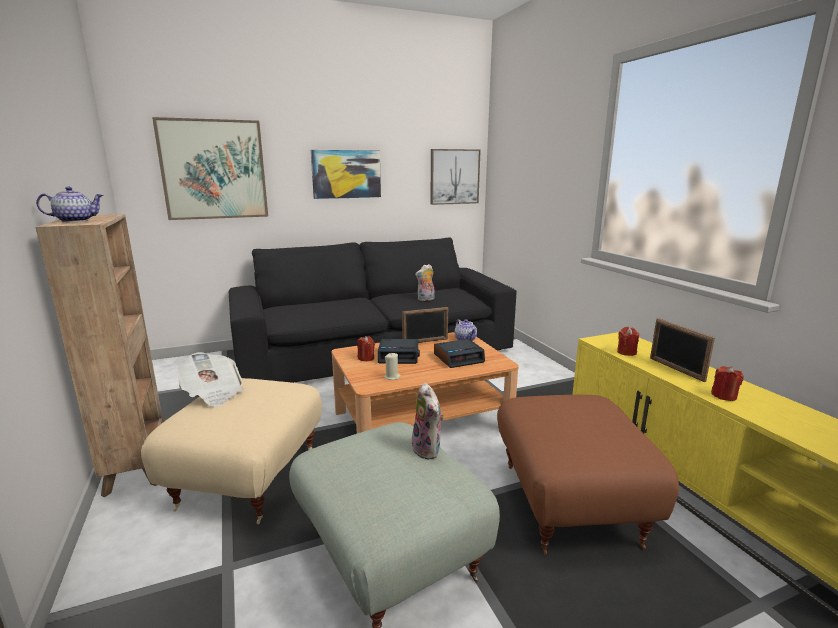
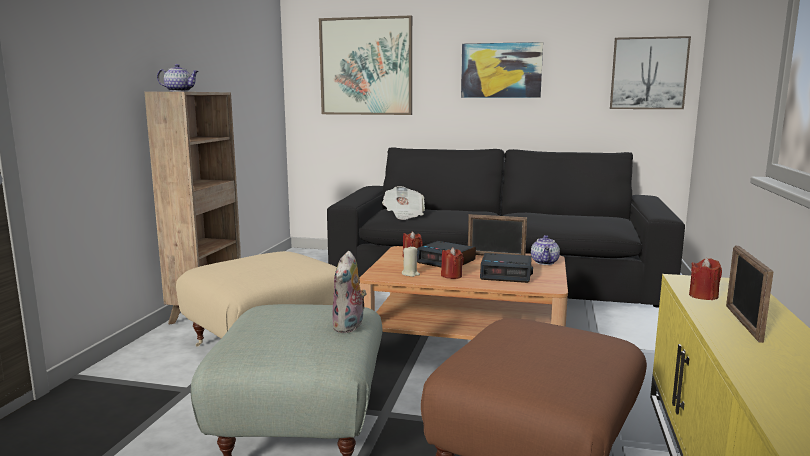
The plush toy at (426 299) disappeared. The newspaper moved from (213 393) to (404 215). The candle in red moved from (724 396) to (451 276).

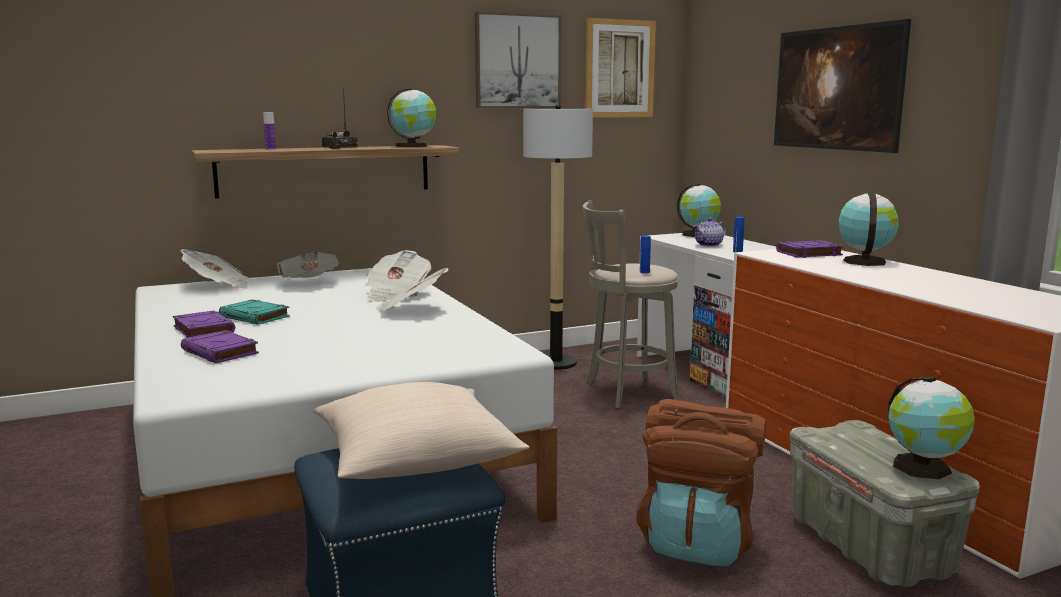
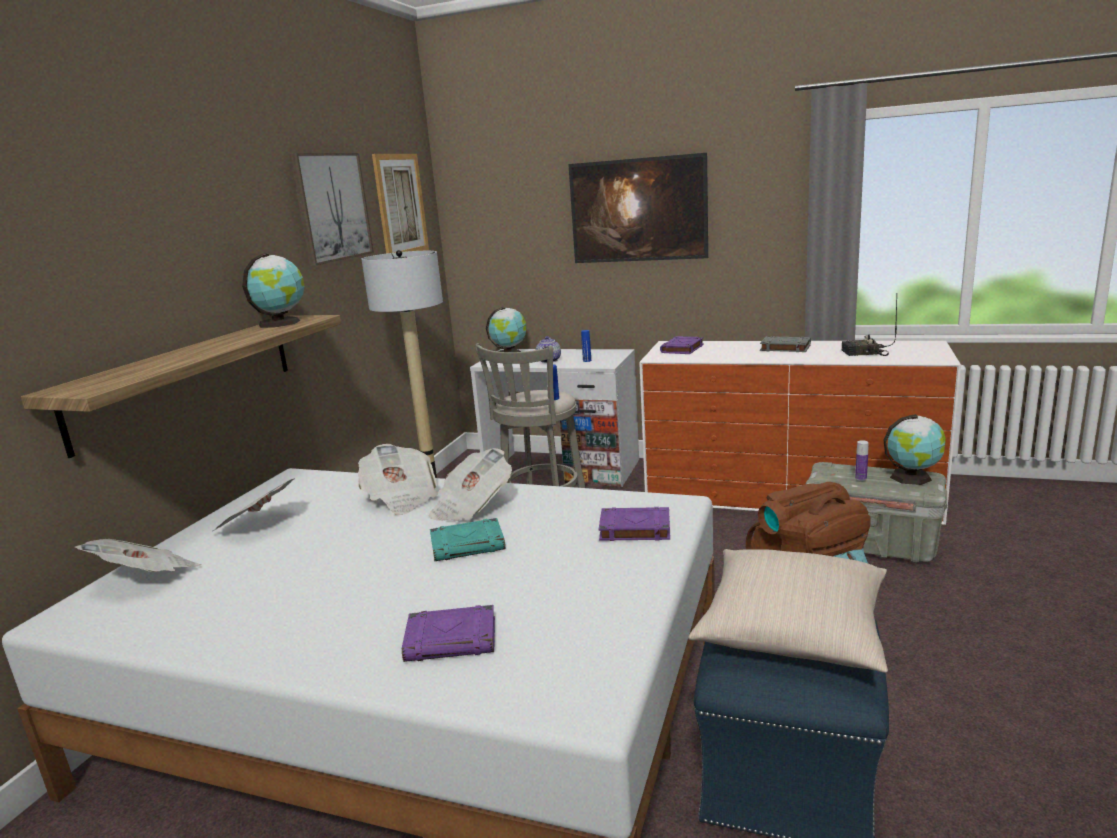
The globe at (864 261) disappeared. The book in grey at (784 348) appeared. The book in purple moved from (203 329) to (634 529). The book in turquoise moved from (255 317) to (468 545). The bottle moved from (270 149) to (860 478). The radio moved from (338 148) to (863 353).

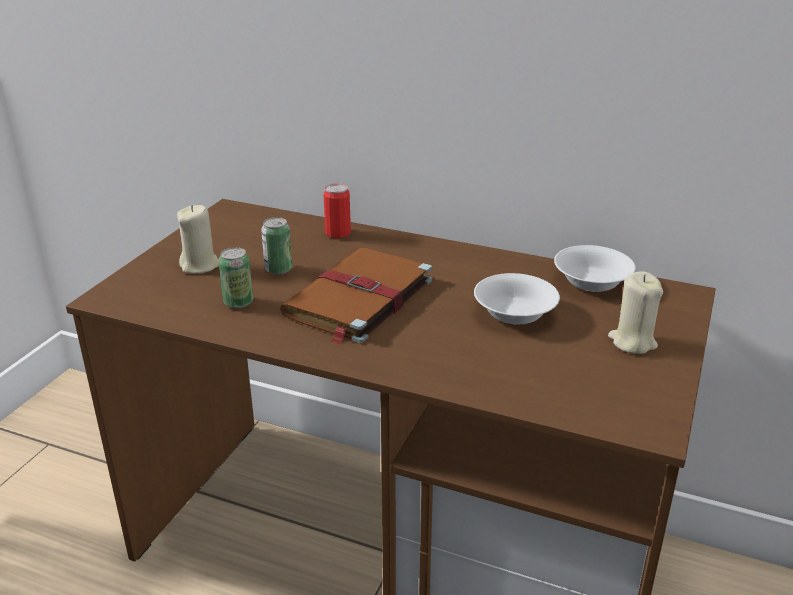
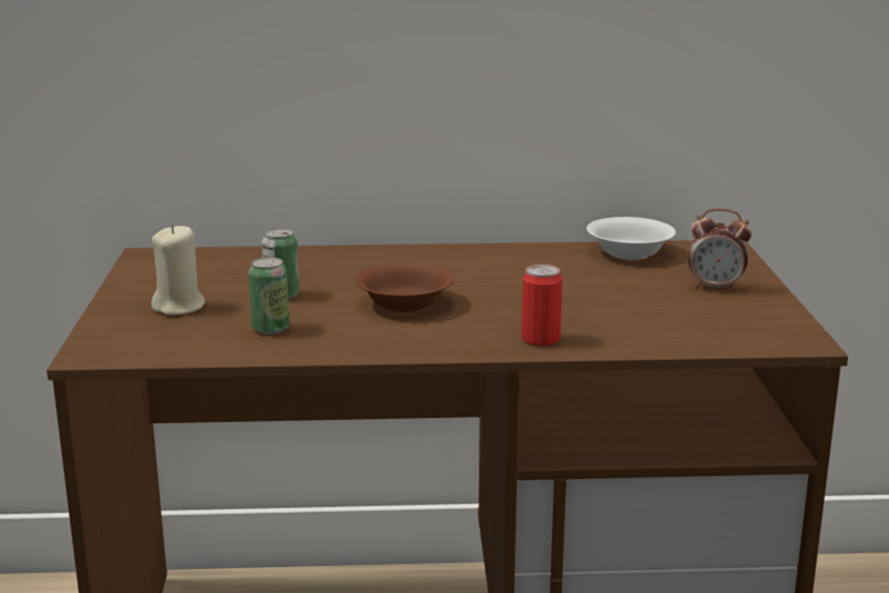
The bowl in white at (513 314) disappeared. The can moved from (338 233) to (540 339). The book in brown at (358 299) was replaced by the bowl in brown at (406 303). The candle in beige at (632 342) was replaced by the alarm clock at (715 288).

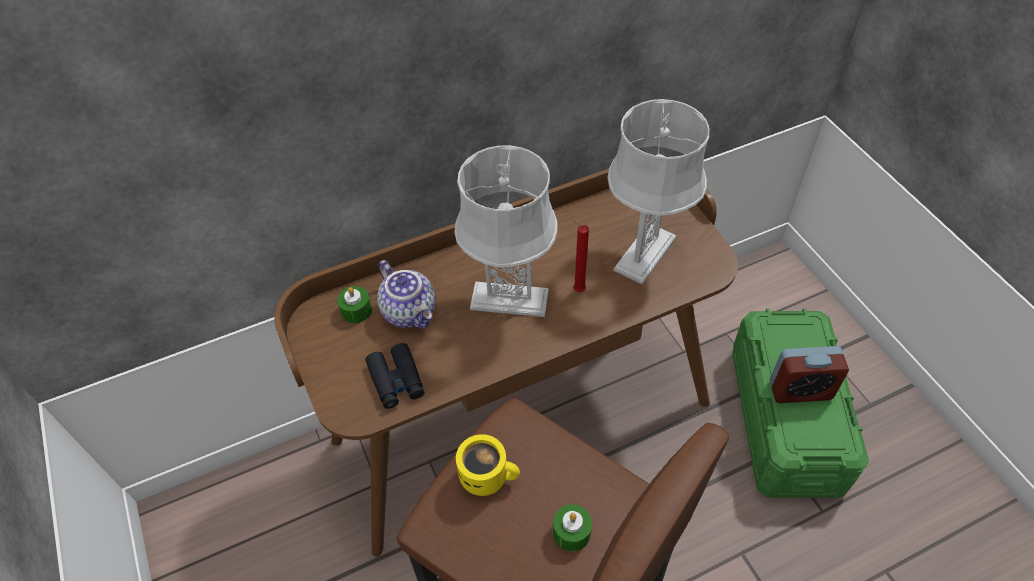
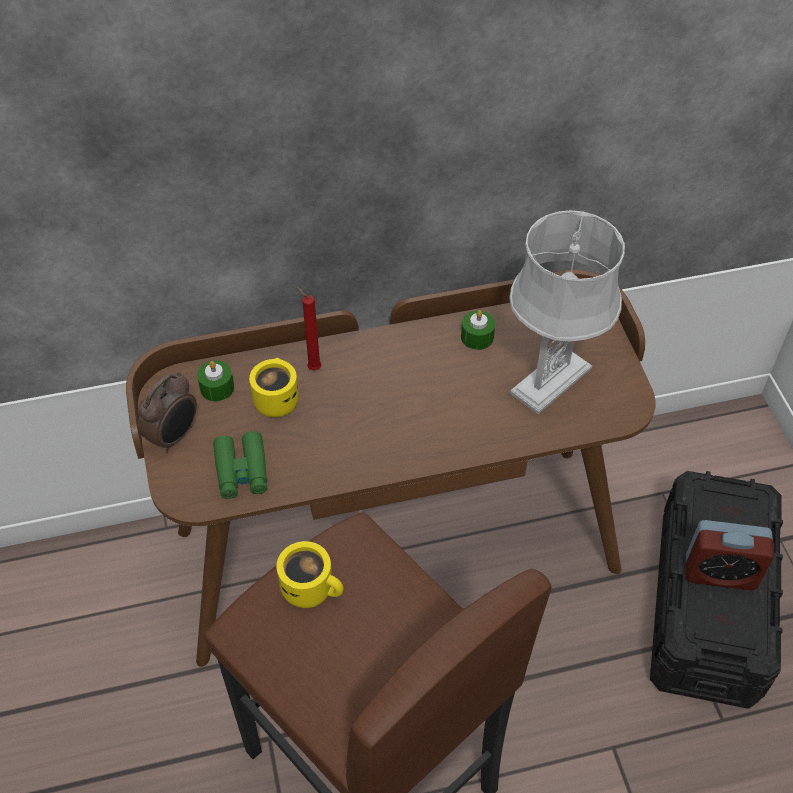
The table lamp in grey at (510 300) disappeared. The alarm clock at (174 436) appeared. The candle in green moved from (571 532) to (477 337). The candle in red moved from (577 290) to (312 367). The teapot at (410 311) was replaced by the mug in yellow at (274 399). The binoculars in black at (396 381) became the binoculars in green at (241 471). The storage box in green at (785 419) became the storage box in black at (707 606).

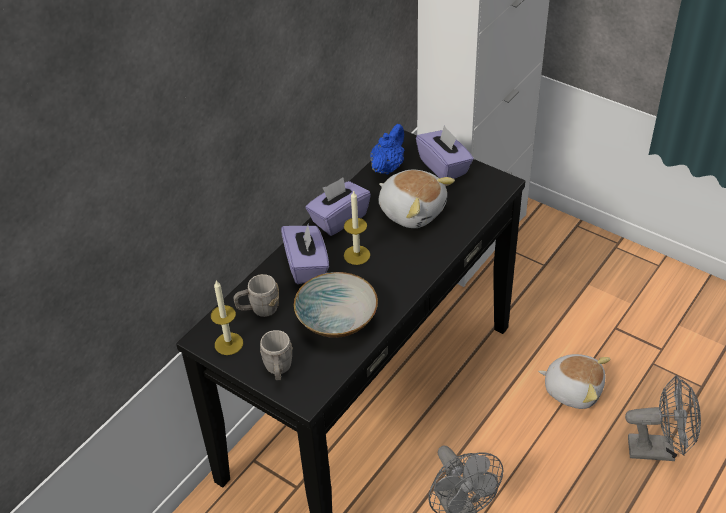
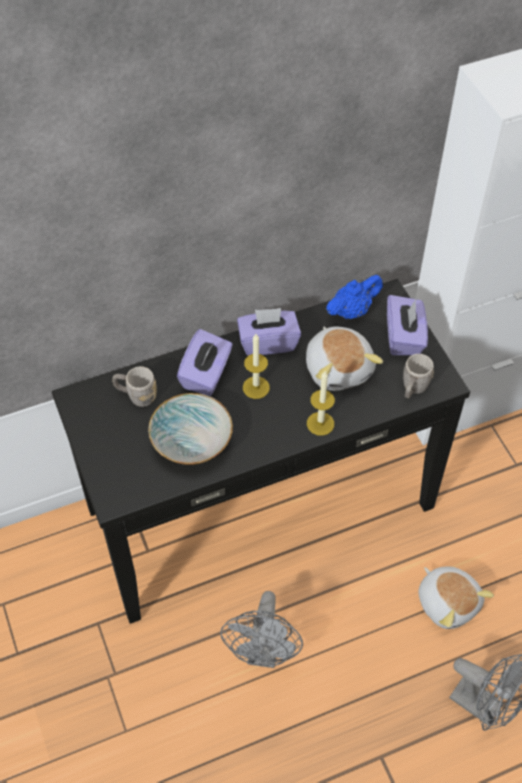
The candle moved from (228 343) to (320 423). The mug in grey moved from (278 370) to (413 389).

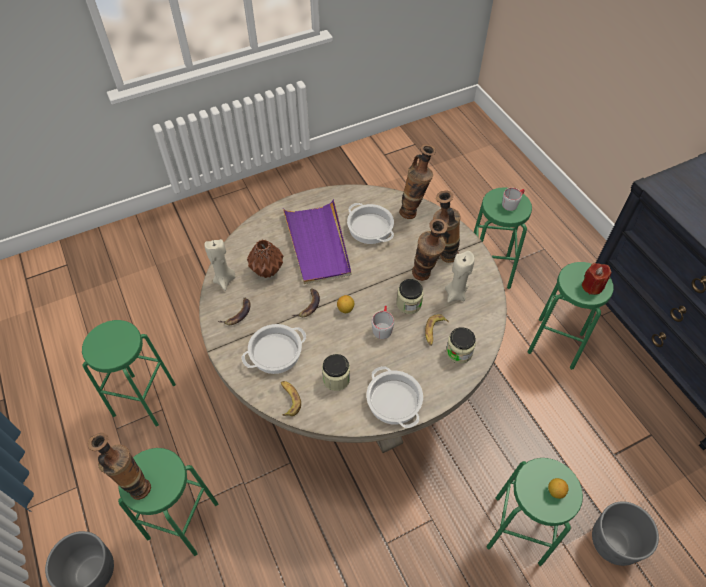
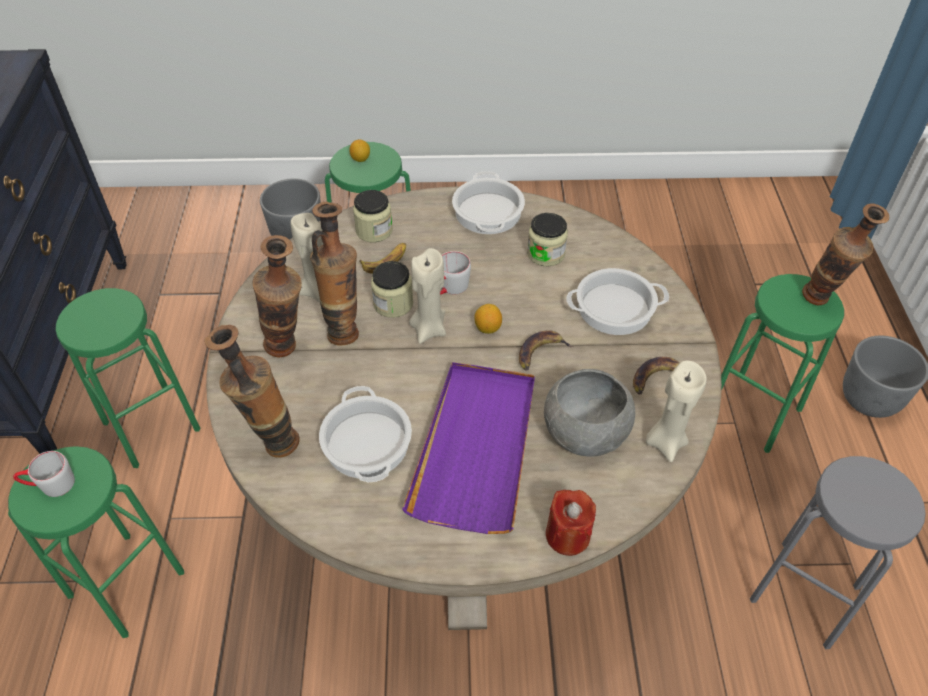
The banana at (288 399) disappeared. The candle in beige at (429 329) appeared. The candle in red moved from (592 286) to (567 535). The vase in brown at (267 270) was replaced by the bowl in grey at (586 433). The stool in green at (144 399) became the stool in grey at (805 593).

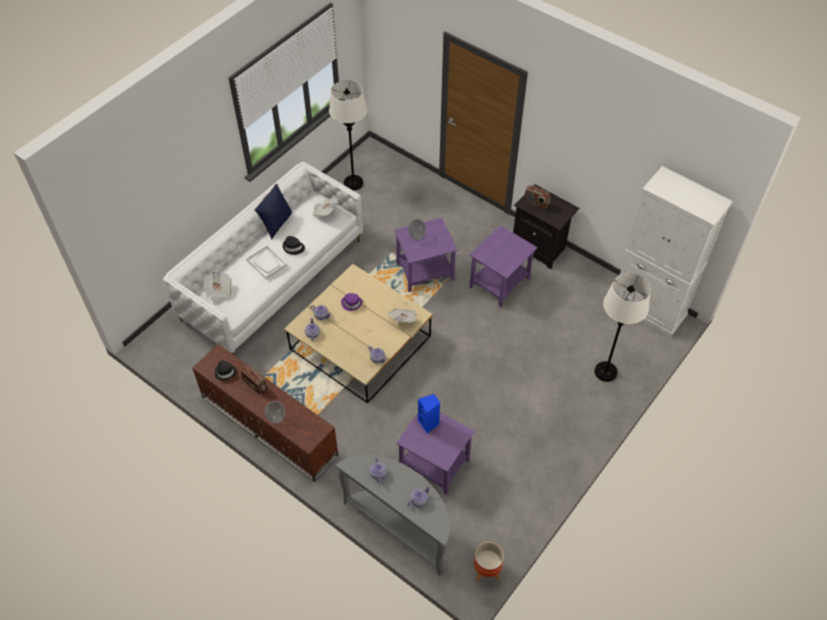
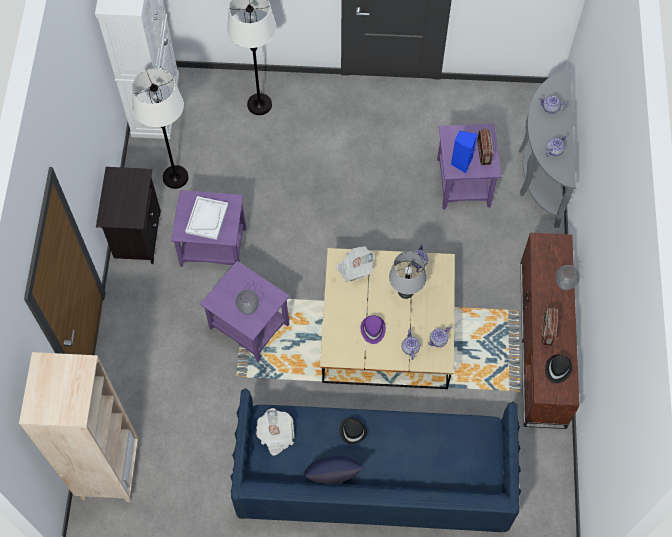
The newspaper at (219 293) disappeared. The planter at (486 571) disappeared. The bookcase in beige at (109 471) appeared. The table lamp in grey at (406 291) appeared. The tray in white moved from (266 262) to (207 218). The floor lamp in white moved from (353 183) to (175 177). The radio moved from (536 203) to (484 152). The sofa in white at (273 278) became the sofa in blue at (373 476).

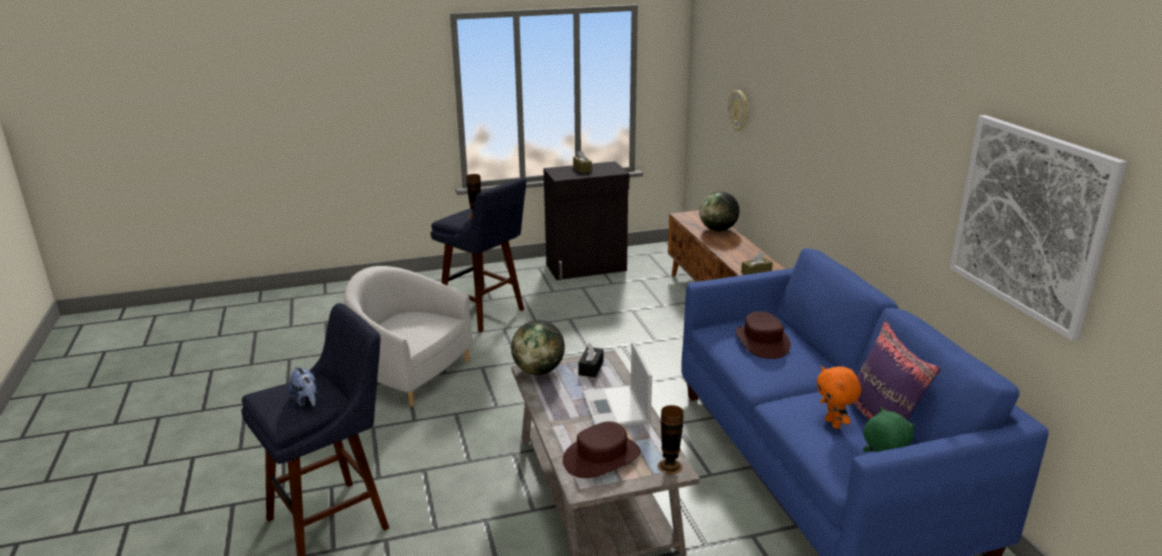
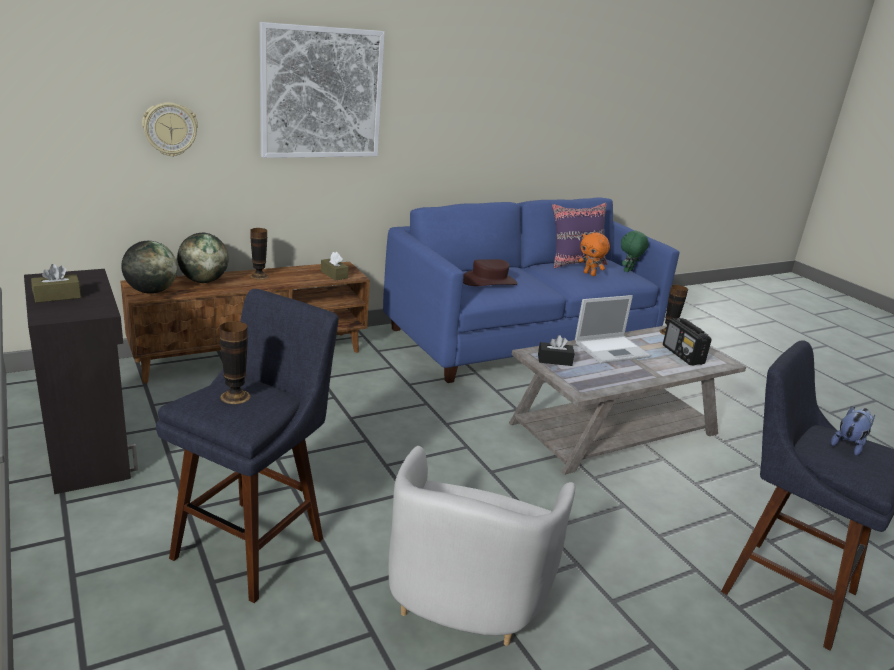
The vase at (259 276) appeared. The globe moved from (538 371) to (151 291). The picture moved from (1030 221) to (321 93). The hat in brown at (602 457) was replaced by the radio at (683 355). The plush toy in orange at (834 423) turned 75 degrees clockwise.

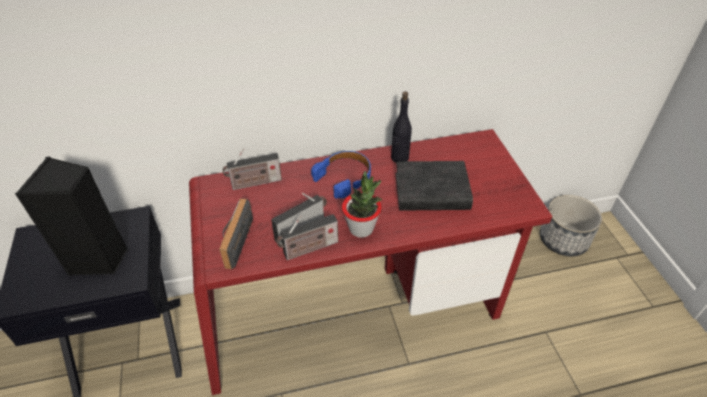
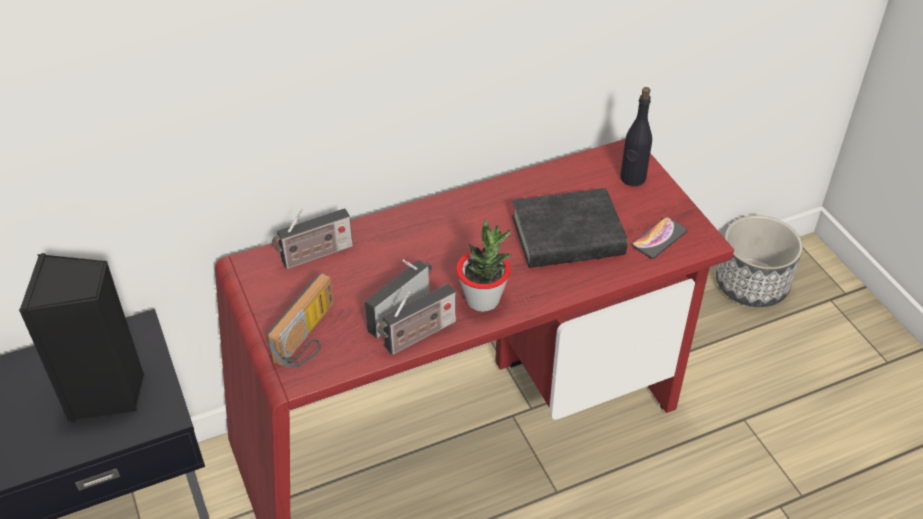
The headphones in blue at (344 177) disappeared. The phone at (659 238) appeared. The bottle in black moved from (399 158) to (632 178). The radio at (233 240) turned 150 degrees counterclockwise.

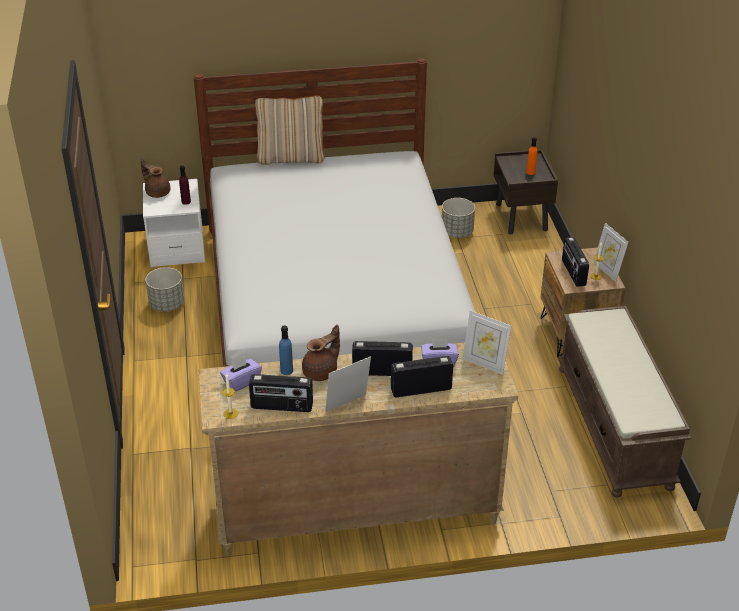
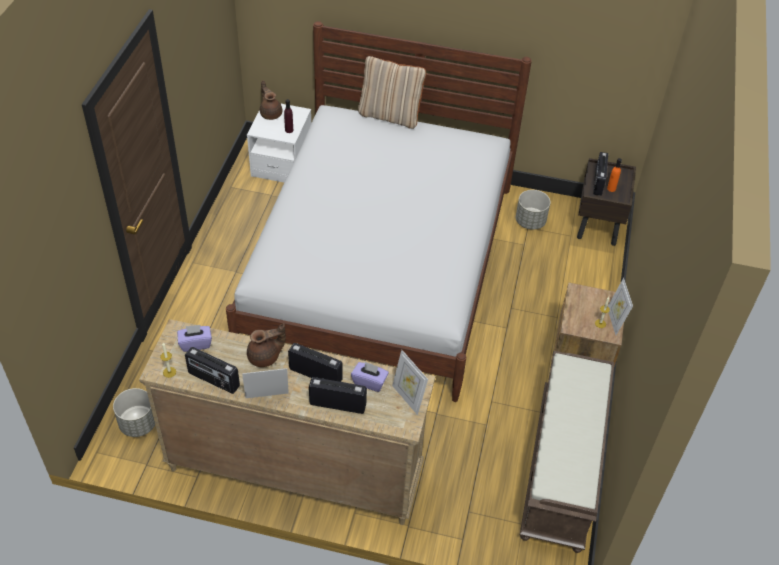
The bottle in blue at (286 370) disappeared. The planter in grey moved from (167 304) to (138 424). The radio moved from (573 273) to (598 182).

